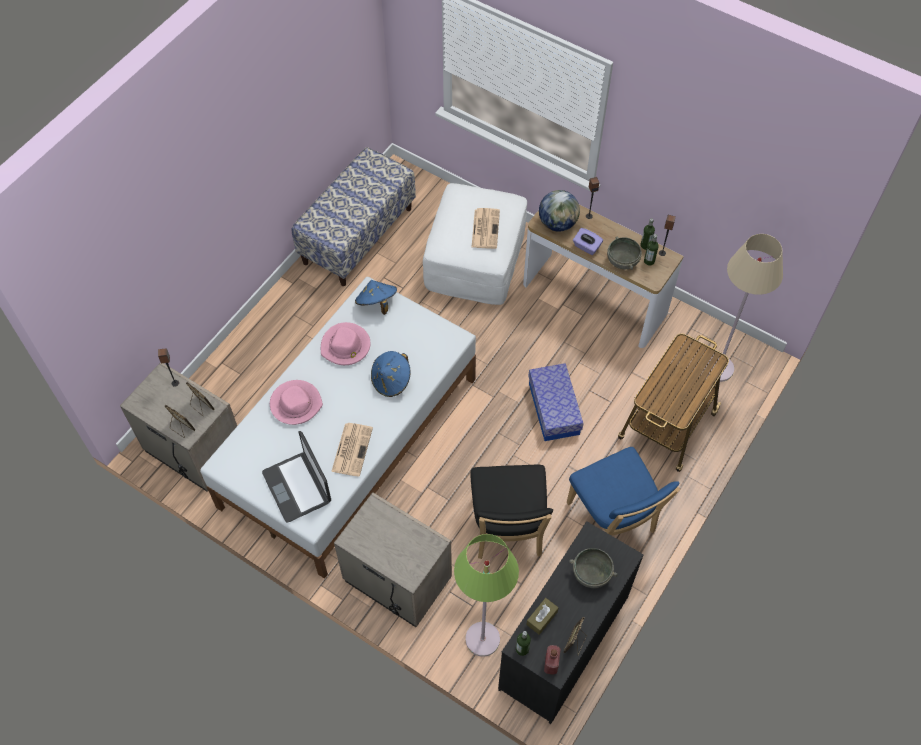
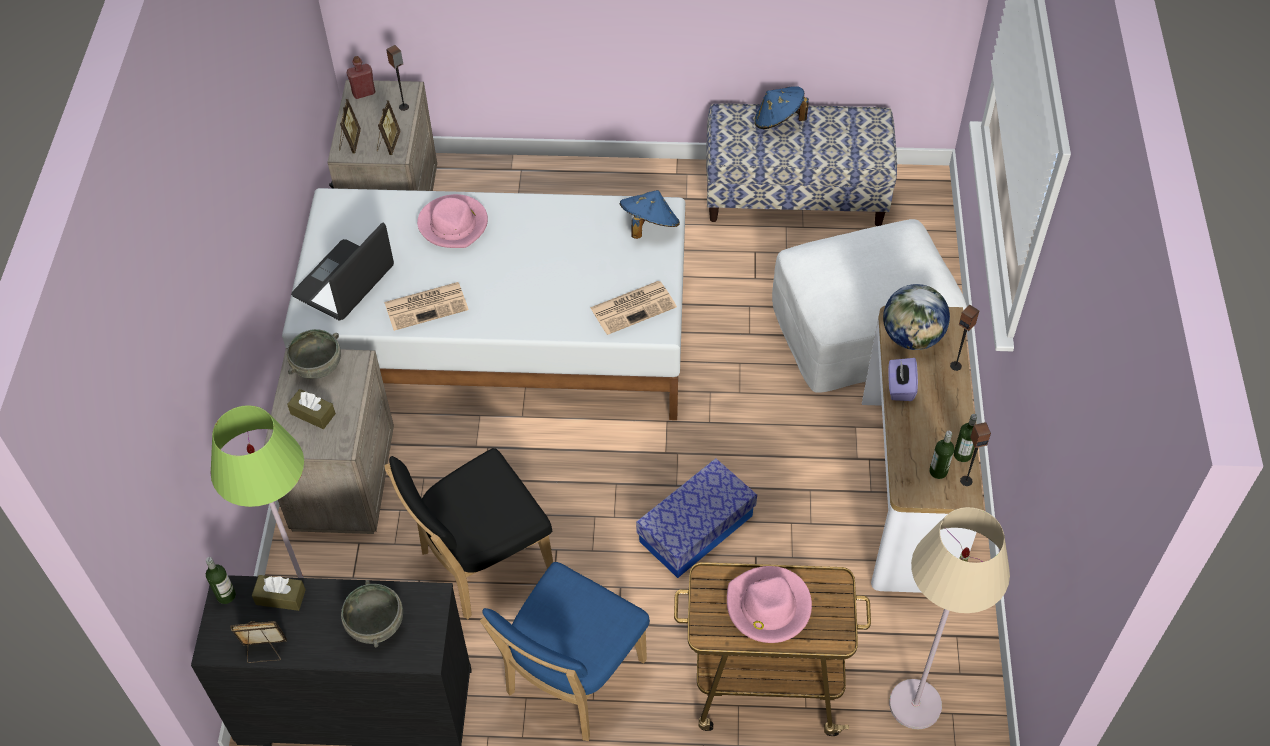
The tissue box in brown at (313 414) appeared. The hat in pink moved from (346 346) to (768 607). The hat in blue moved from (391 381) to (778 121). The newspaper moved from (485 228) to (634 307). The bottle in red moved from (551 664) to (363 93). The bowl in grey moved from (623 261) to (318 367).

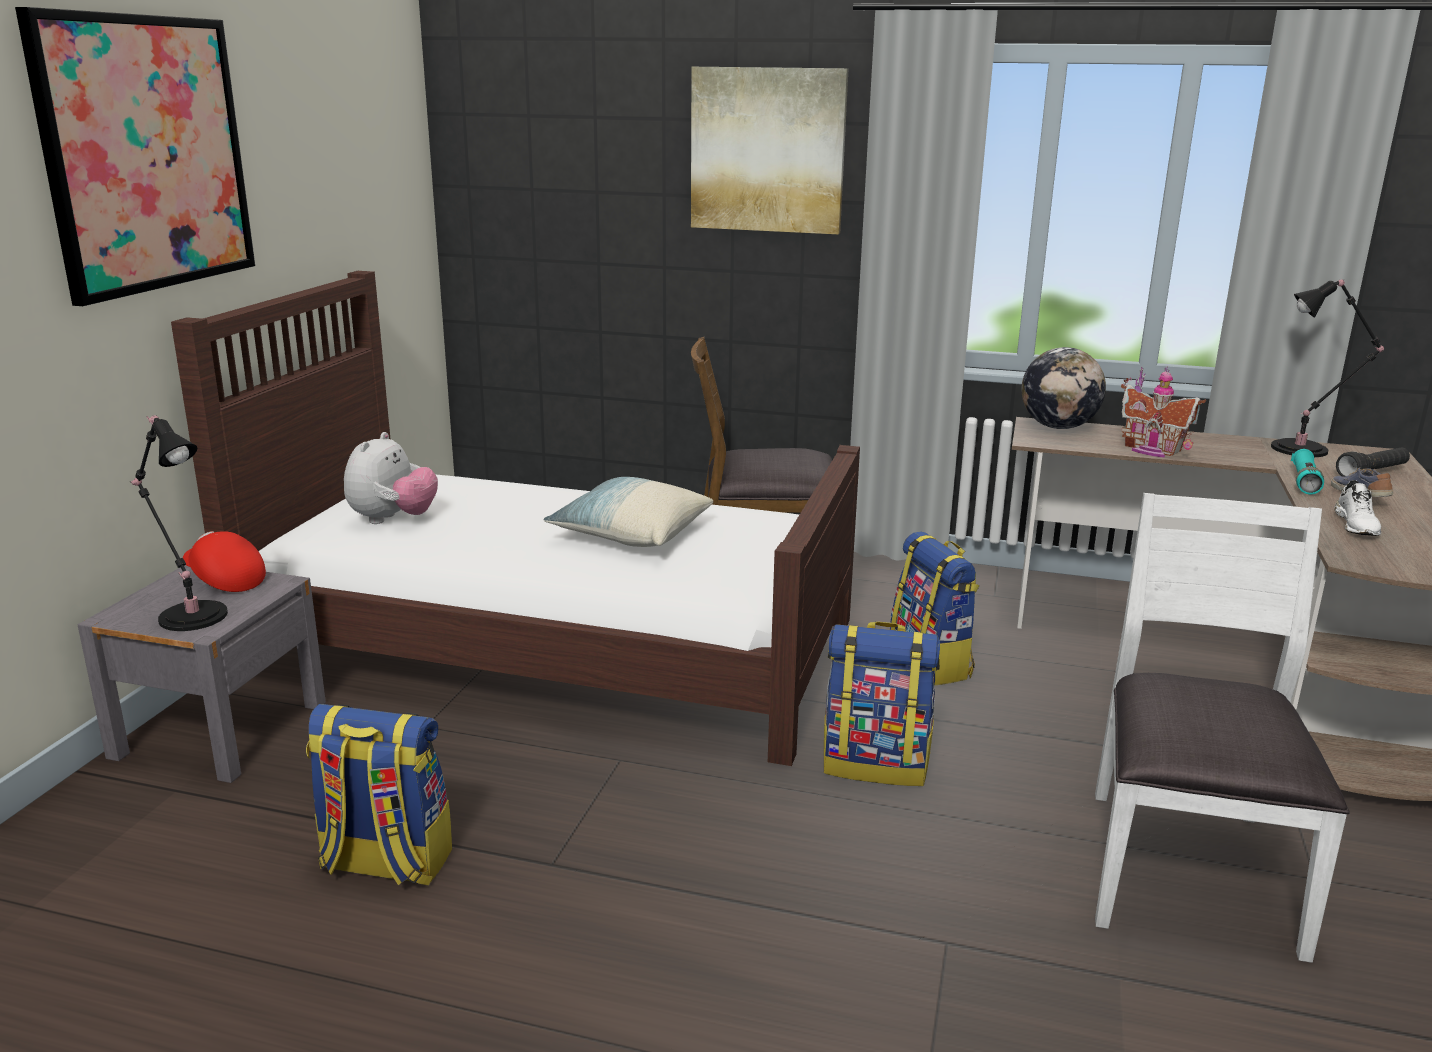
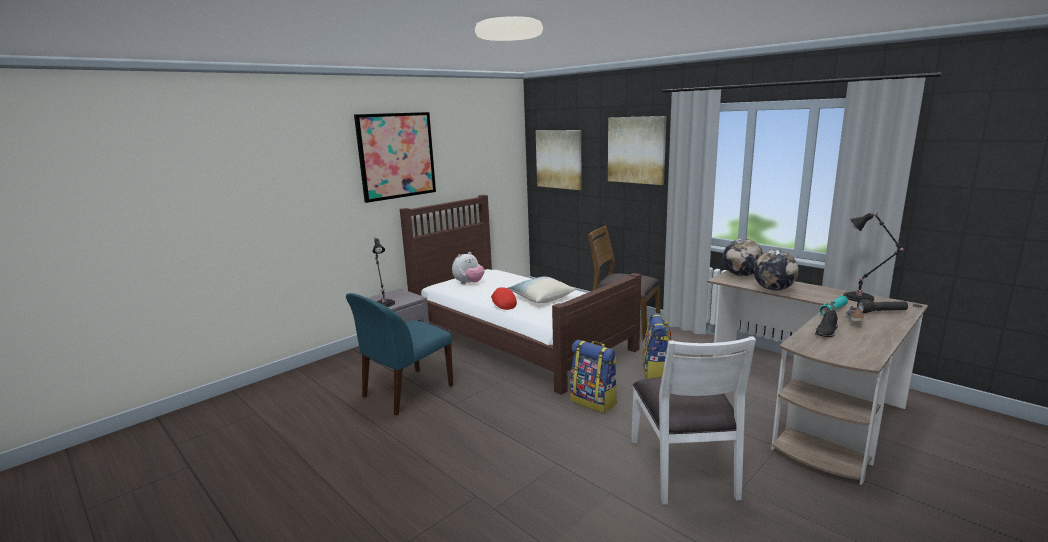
The picture at (559 159) appeared. The cap in red moved from (224 580) to (503 305). The backpack at (384 863) was replaced by the chair in blue at (406 392). The toy house at (1151 450) was replaced by the globe at (773 289). The shoe in white at (1357 525) became the shoe in black at (827 332). The chair in white at (1185 867) turned 135 degrees clockwise.

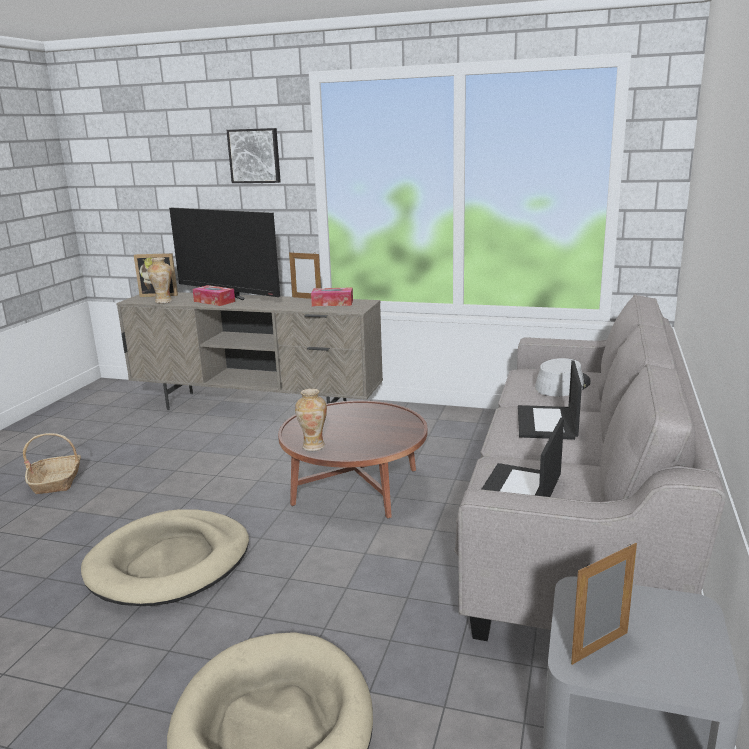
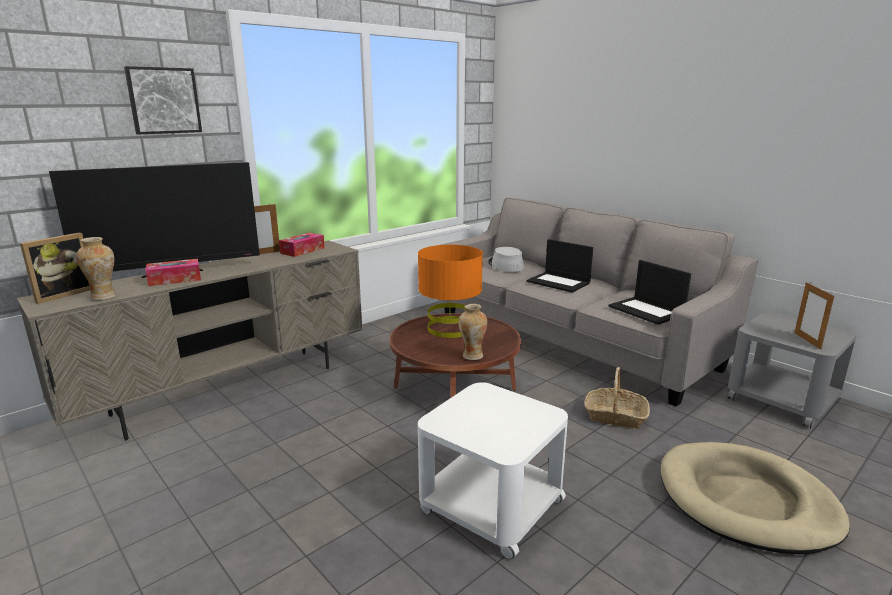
The table lamp in orange at (449 328) appeared. The basket moved from (57 481) to (615 416). The dog bed in beige at (169 562) was replaced by the side table in white at (490 505).

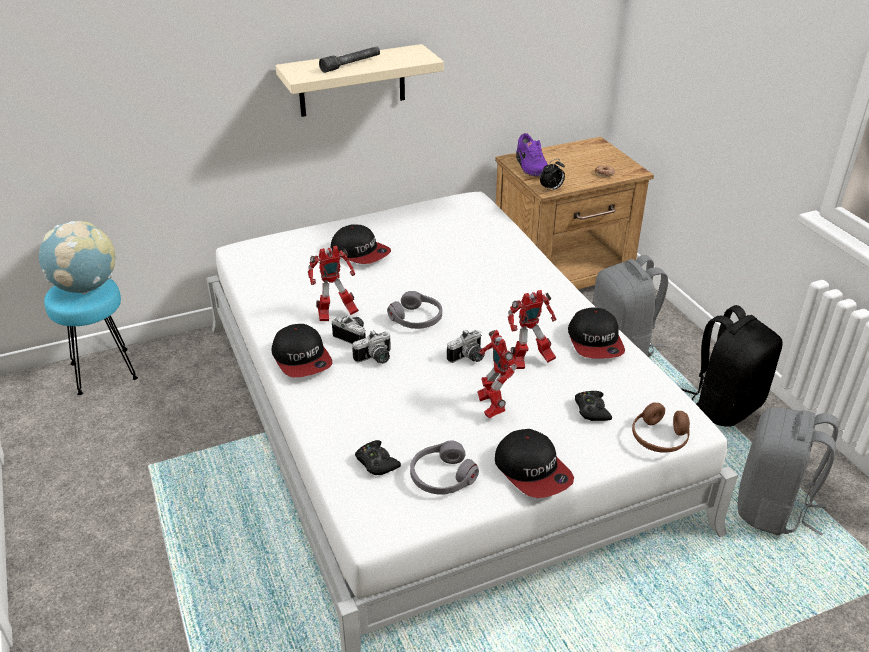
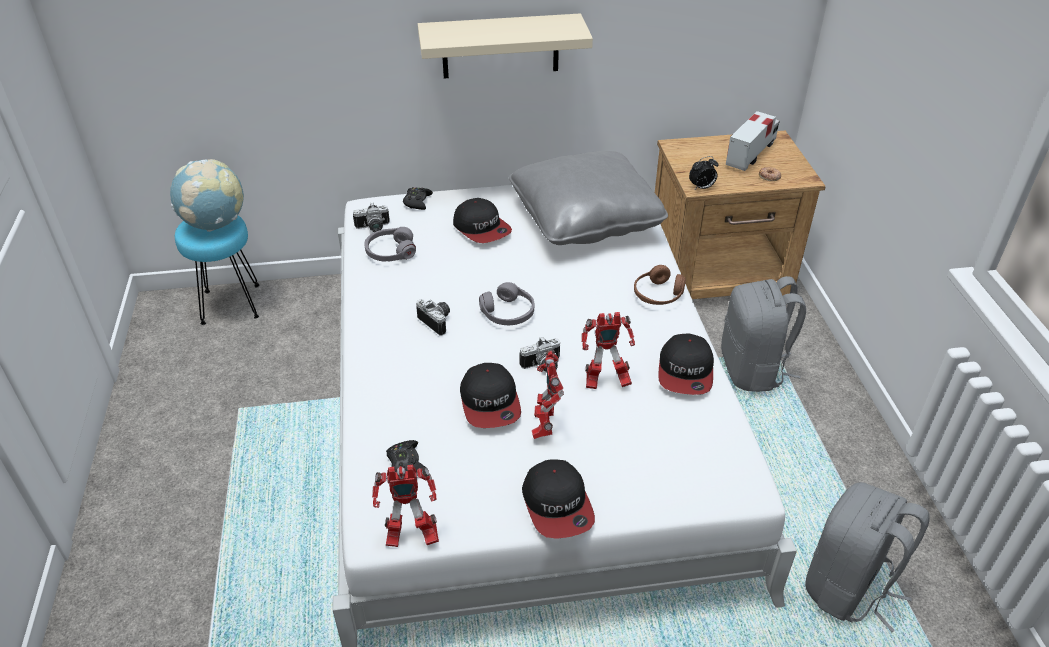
The flashlight in grey at (351 64) disappeared. The shoe in purple at (531 167) disappeared. The backpack in black at (724 405) disappeared. The pillow in grey at (585 218) appeared. The toy truck at (751 154) appeared. The cap moved from (302 358) to (490 402). The toy robot moved from (335 315) to (410 537). The photo camera moved from (375 359) to (373 228). The headphones in grey moved from (442 477) to (390 252). The game controller in black moved from (591 410) to (417 202). The headphones in brown moved from (659 438) to (658 295).

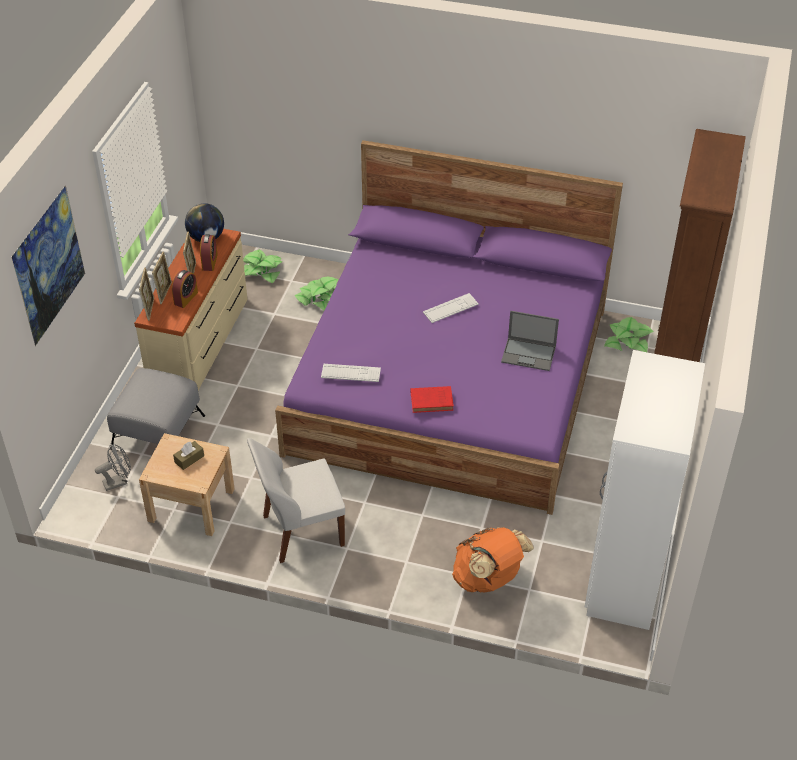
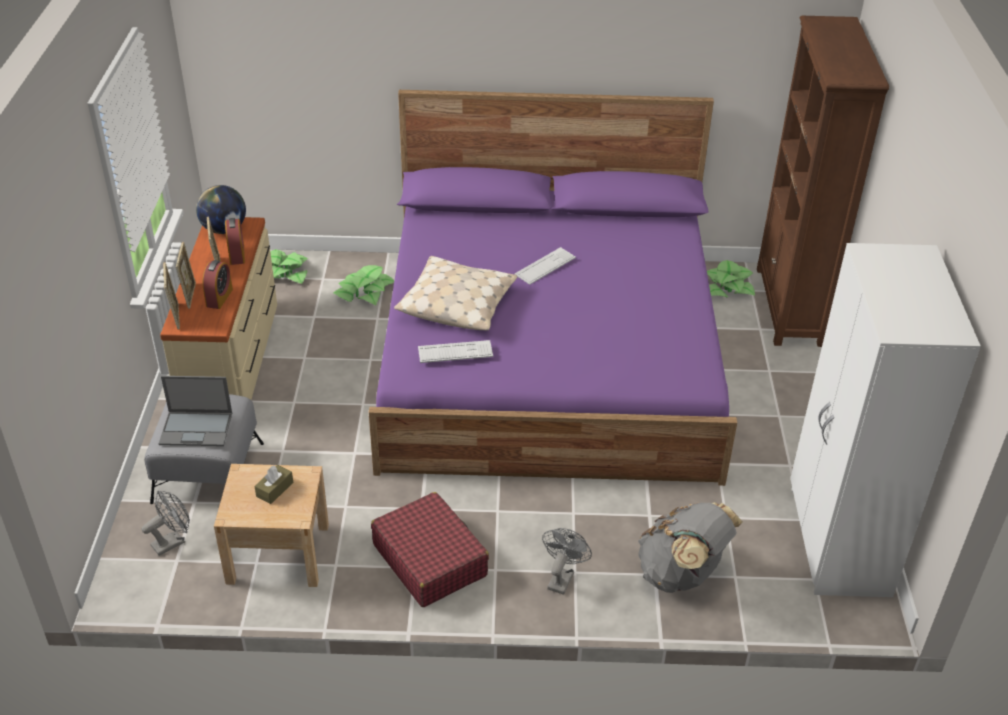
The picture at (55 287) disappeared. The book in red at (433 401) disappeared. The pillow in beige at (457 304) appeared. The fan in grey at (562 577) appeared. The laptop moved from (529 354) to (197 428). The chair in white at (300 531) was replaced by the suitcase in red at (429 559). The backpack in orange at (488 579) became the backpack in grey at (681 574).

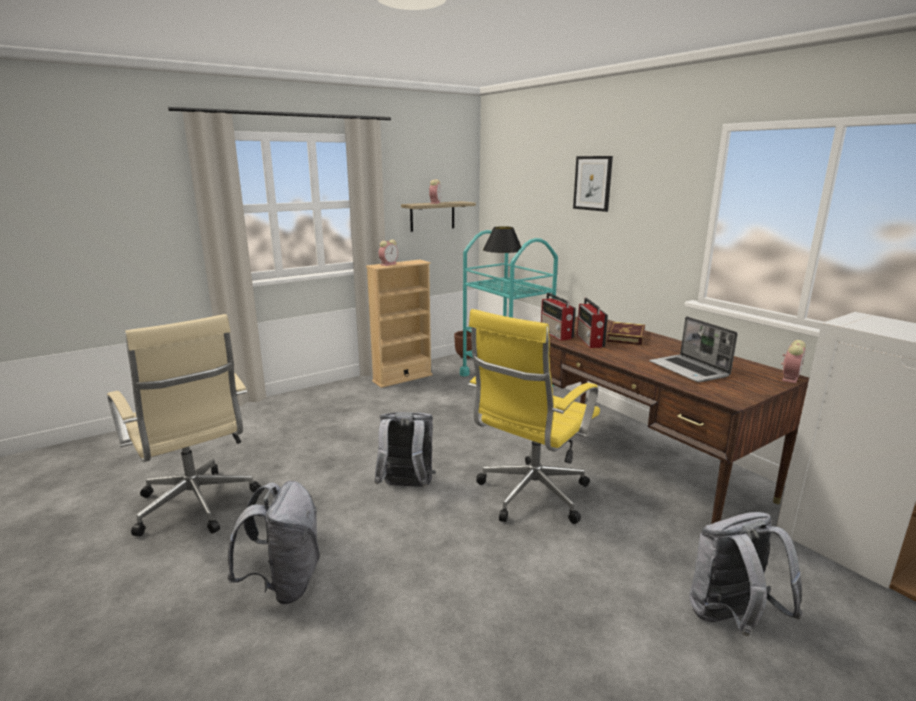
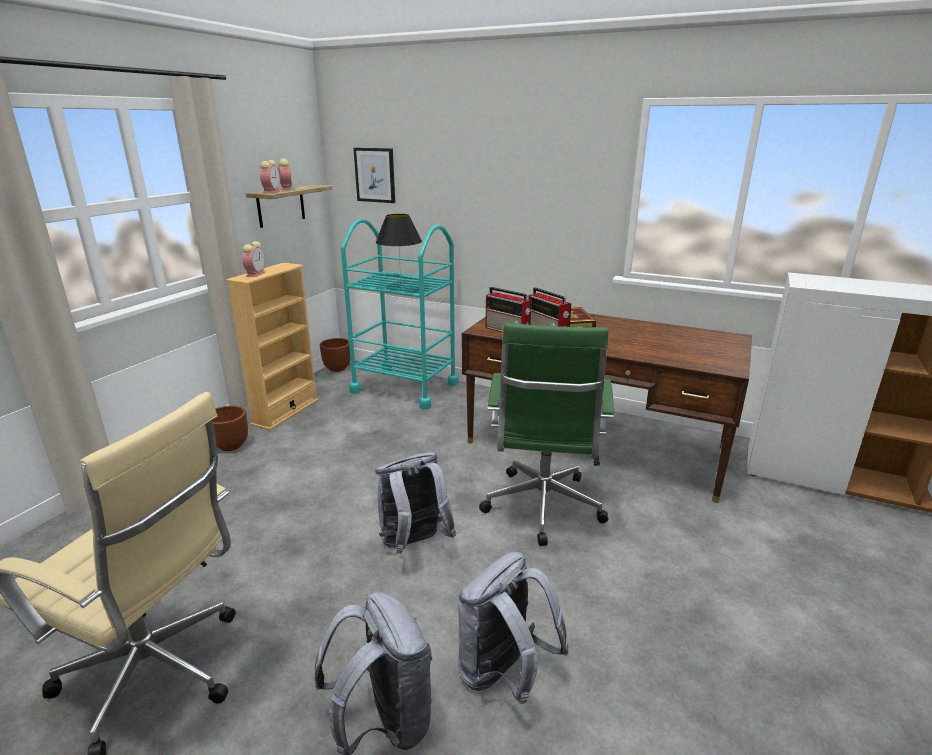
The laptop at (689 370) disappeared. The planter in brown at (231 445) appeared. The picture moved from (592 183) to (375 175). The backpack in grey moved from (731 619) to (503 674). The alarm clock moved from (790 378) to (271 192). The office chair in yellow at (530 496) became the office chair in green at (542 509).

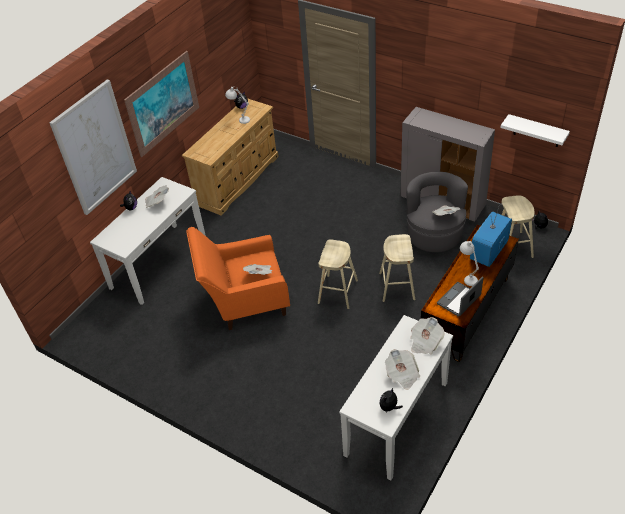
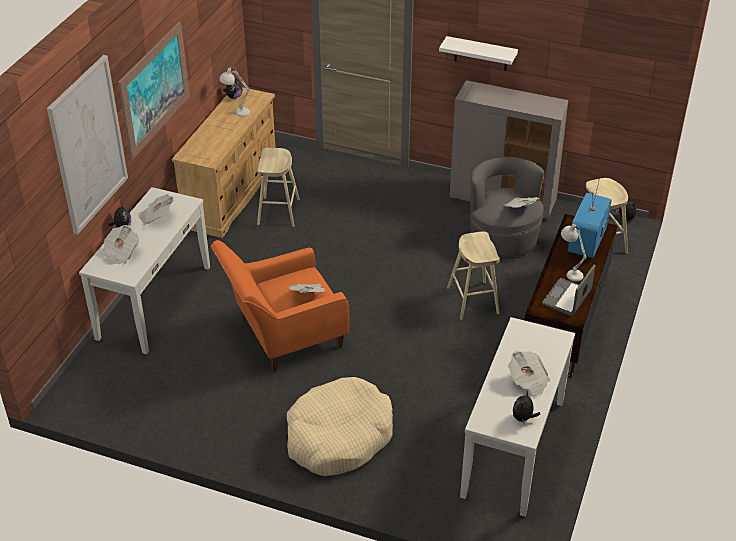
The dog bed in beige at (338 437) appeared. The stool in beige moved from (338 291) to (278 211). The newspaper moved from (425 342) to (120 254). The shelf in white moved from (537 131) to (481 54).

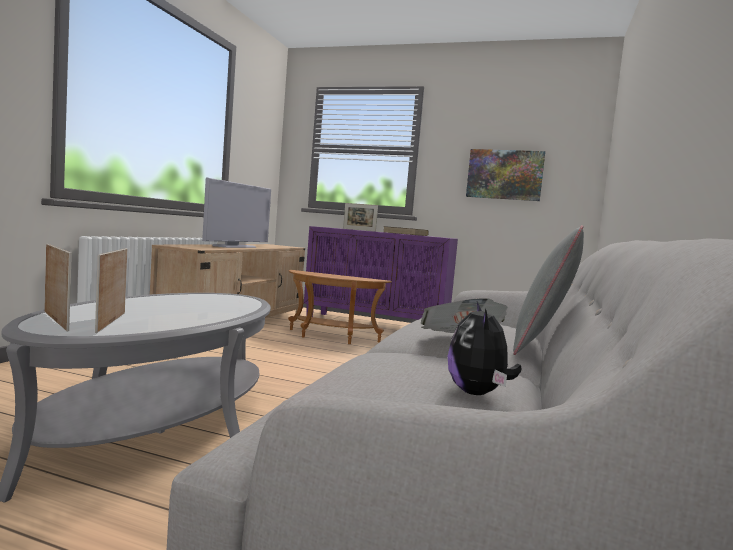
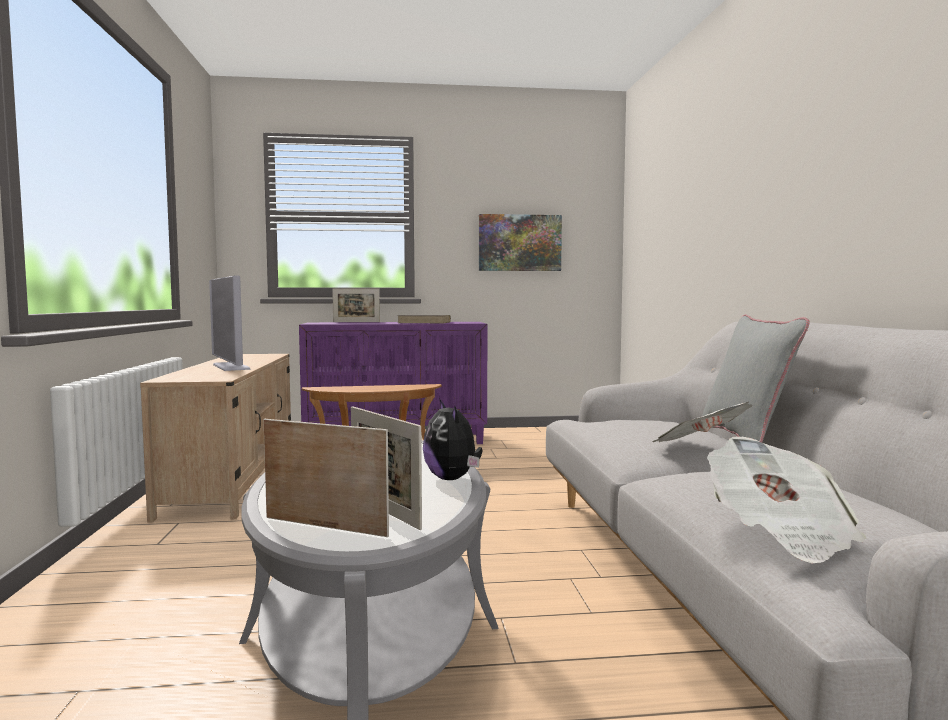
The newspaper at (780 534) appeared. The plush toy moved from (478 394) to (453 479). The television at (234 246) turned 150 degrees clockwise.

